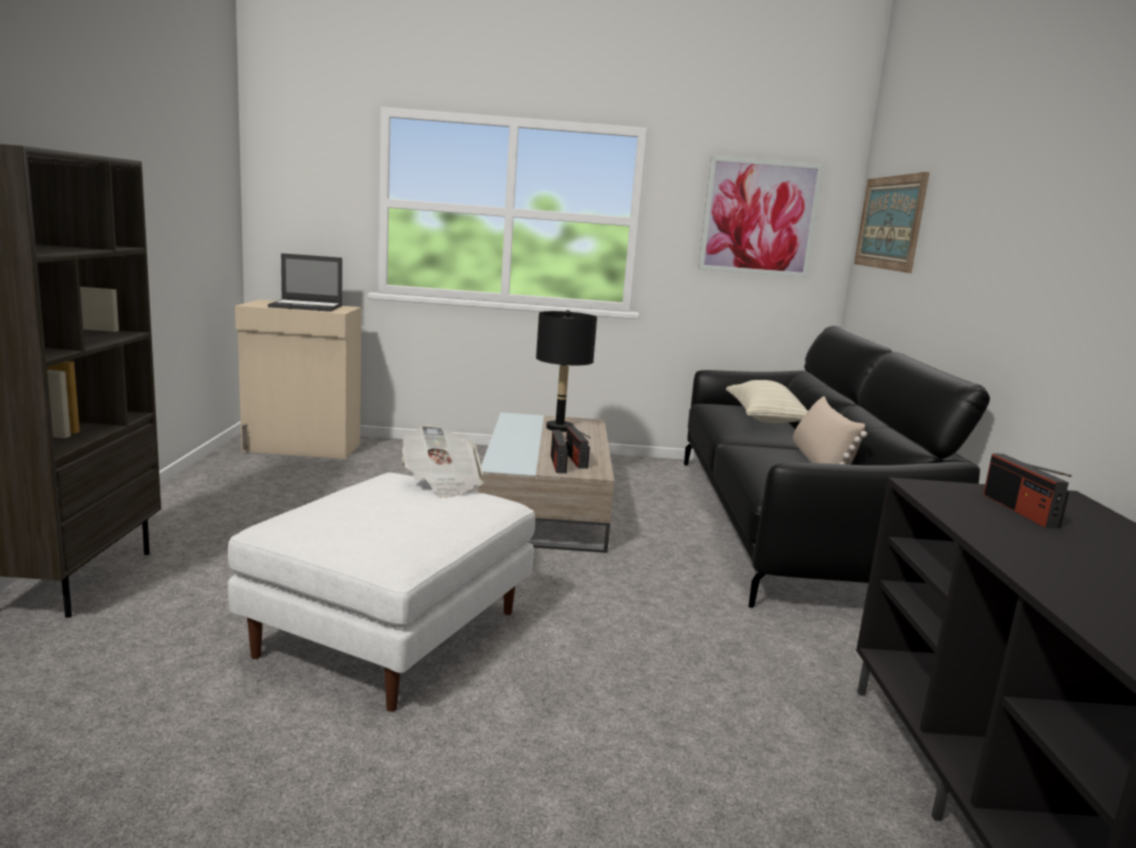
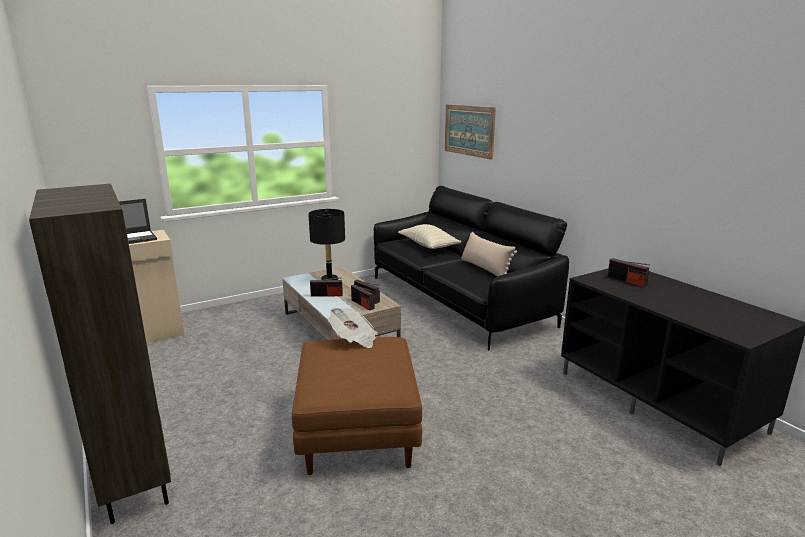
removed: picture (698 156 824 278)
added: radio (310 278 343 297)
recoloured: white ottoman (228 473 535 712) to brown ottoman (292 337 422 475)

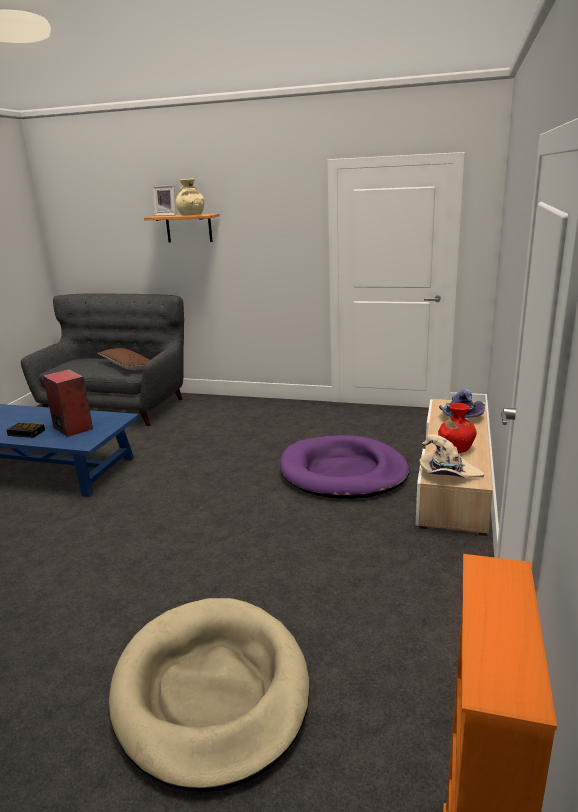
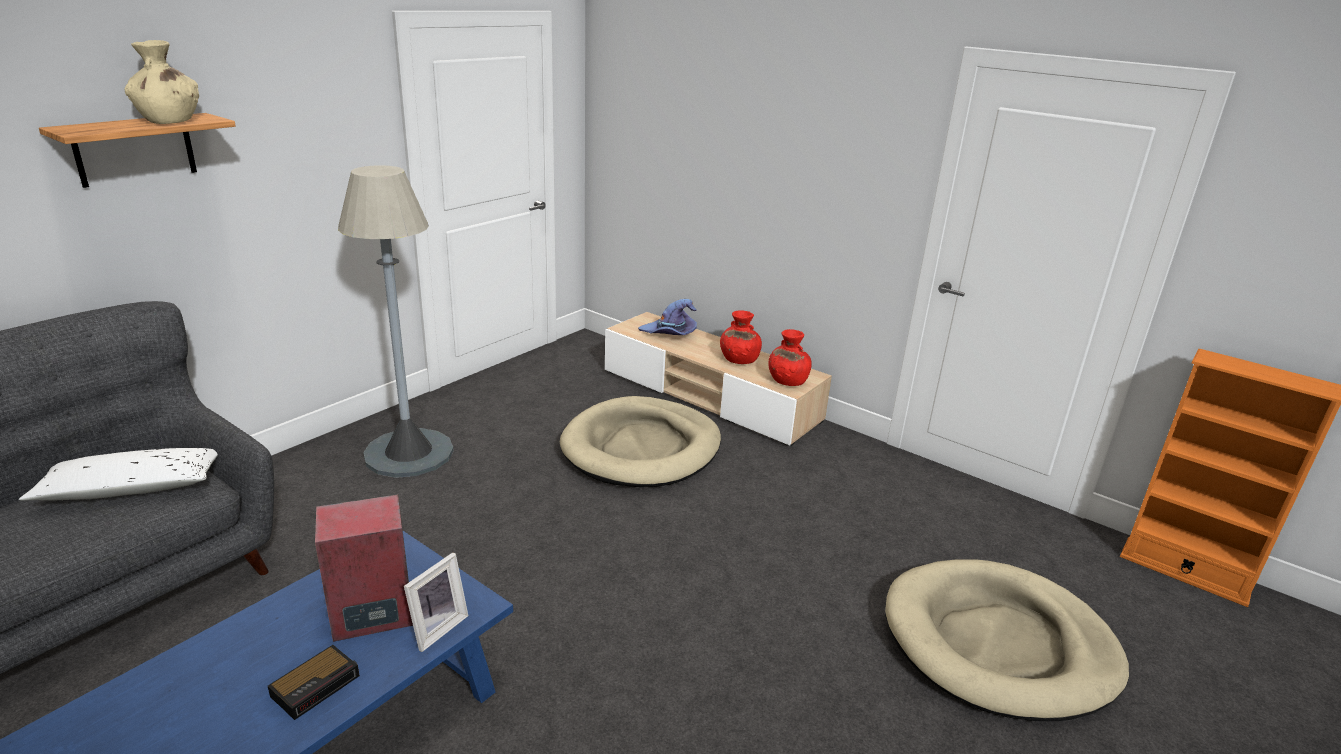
added: grey floor lamp (338 165 454 478)
moved: picture frame (152 185 176 216) to (404 552 469 652)
replaced: beige hat (419 434 484 478) to red vase (769 329 812 386)
recoloured: brown pillow (97 348 150 370) to white pillow (19 448 218 501); purple dog bed (280 435 409 499) to beige dog bed (560 396 721 487)

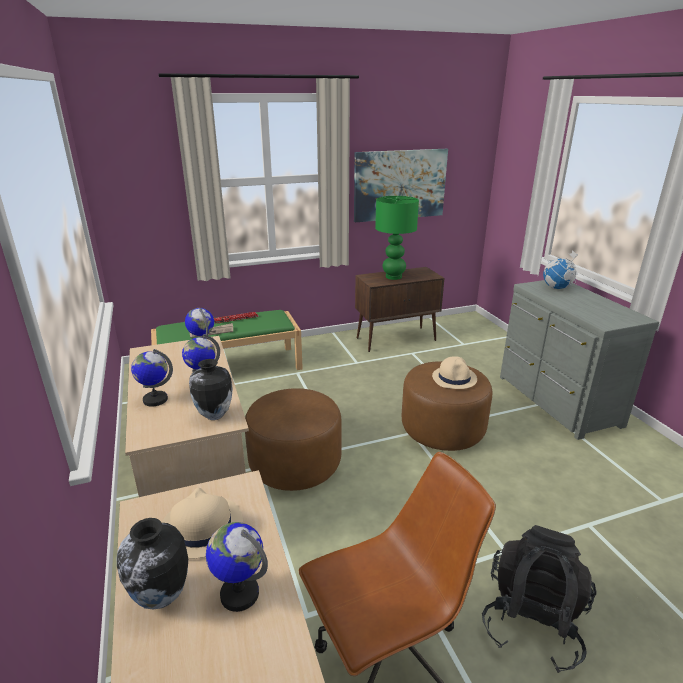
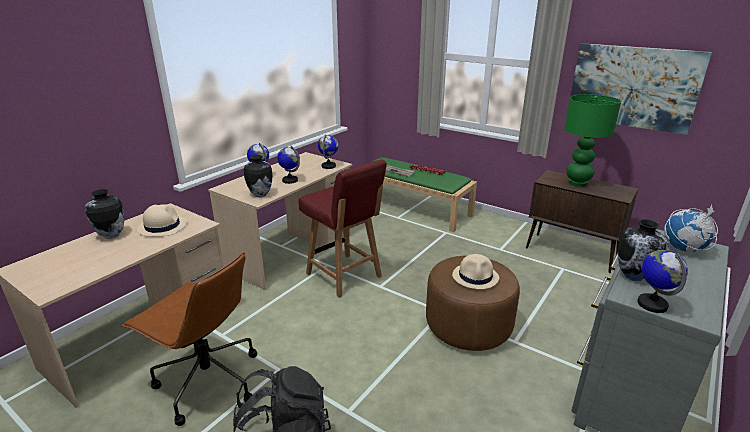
added: vase (618 219 668 281)
moved: globe (206 522 268 612) to (637 250 688 313)
replaced: brown ottoman (245 388 342 491) to red chair (298 160 387 298)

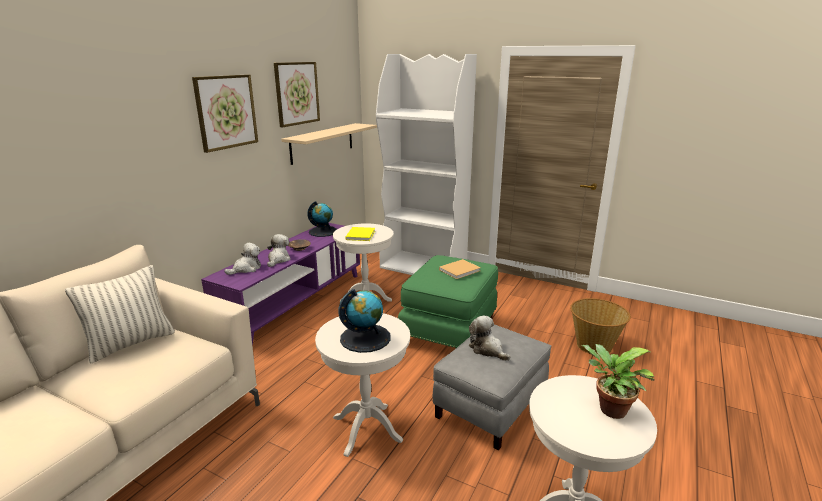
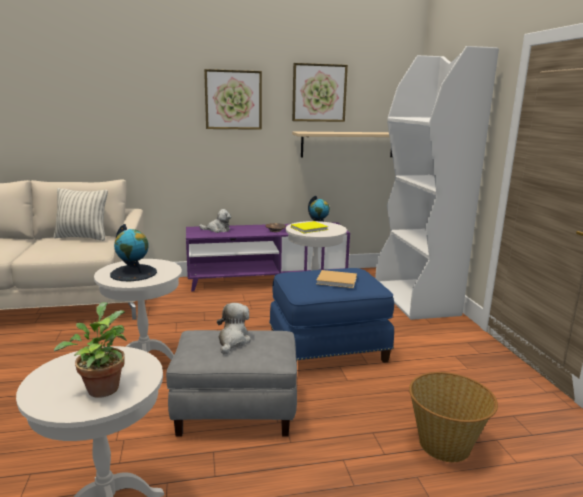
removed: plush toy (267 234 291 267)
recoloured: green ottoman (398 255 498 348) to blue ottoman (269 268 394 363)

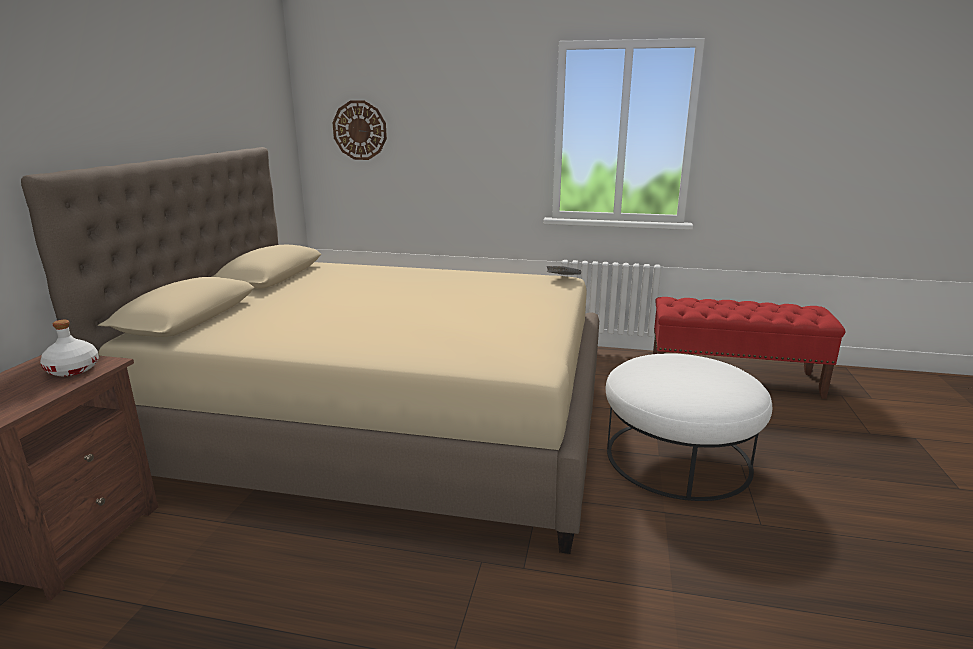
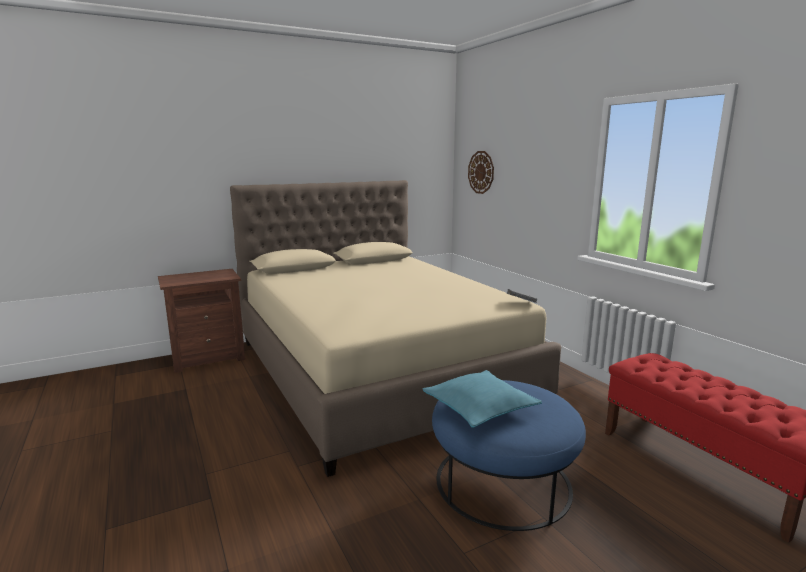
removed: white bottle (40 320 99 376)
added: turquoise pillow (423 370 542 428)
recoloured: white ottoman (606 353 772 501) to blue ottoman (432 380 586 531)

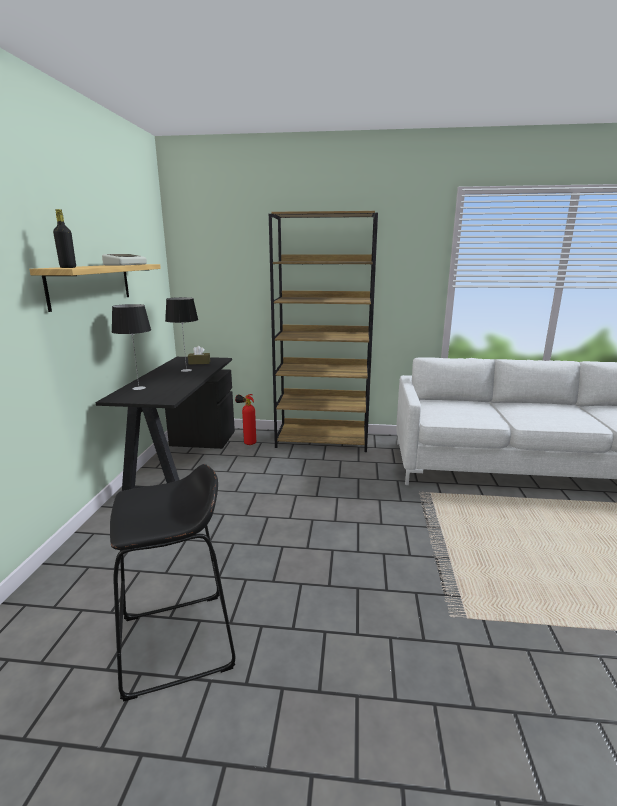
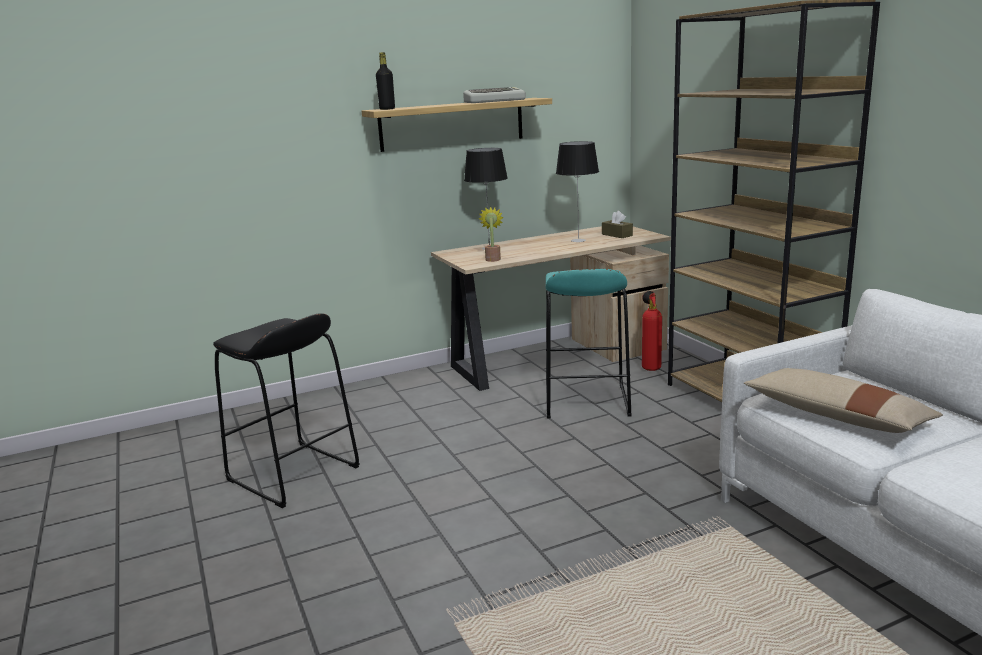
added: potted plant (478 207 504 262); turquoise stool (545 269 631 418); beige pillow (744 368 943 433)
recoloured: black desk (95 357 235 491) to beige desk (431 226 671 391)

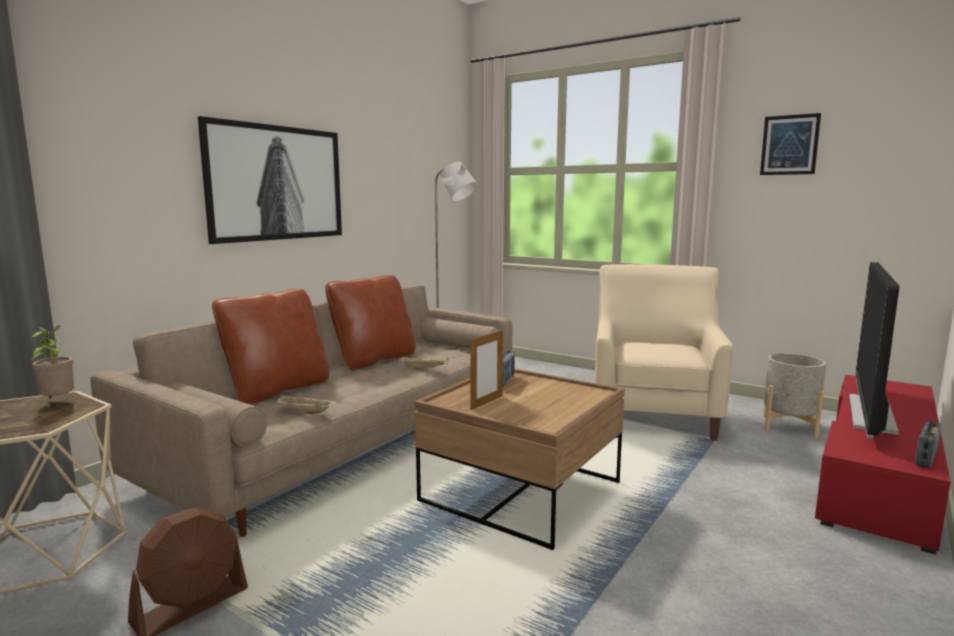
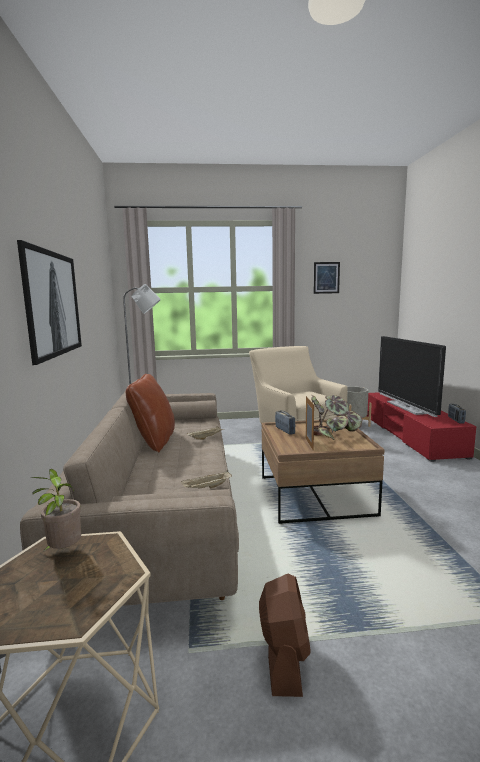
removed: brown pillow (212 288 329 404)
added: potted plant (311 395 362 440)

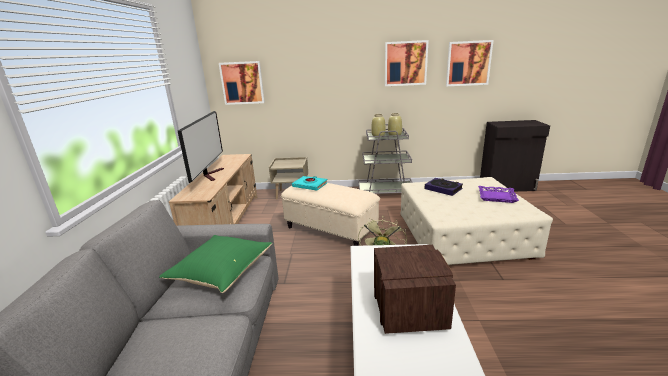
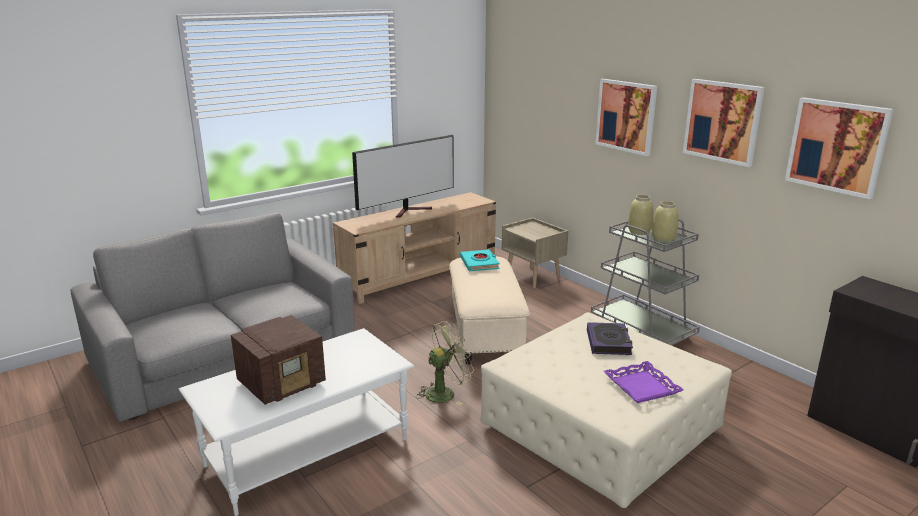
removed: green pillow (159 235 272 293)
moved: picture (219 61 265 105) to (595 79 657 156)

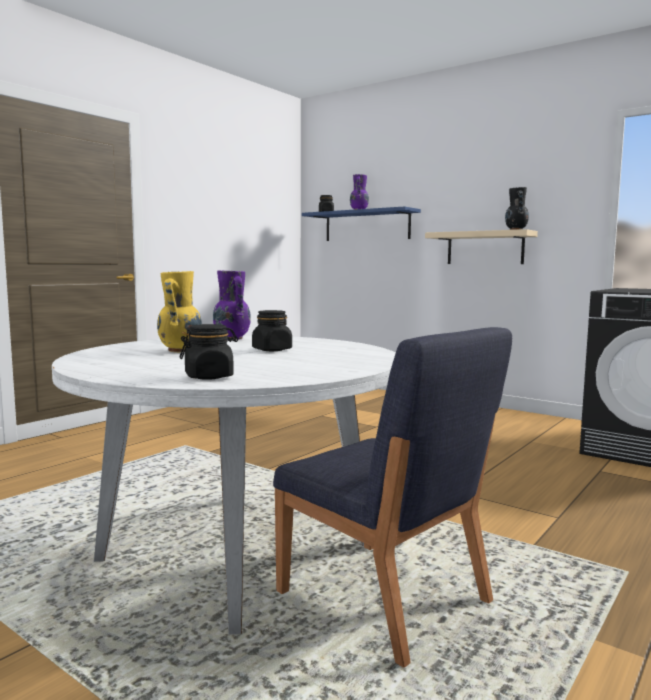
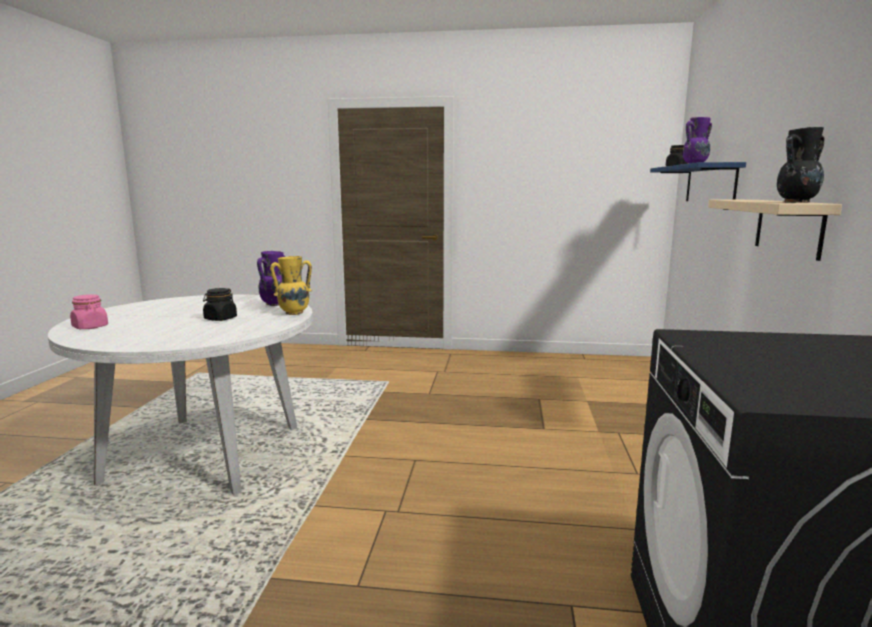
removed: blue chair (273 327 512 668)
moved: yellow vase (157 271 202 352) to (270 256 312 315)
recoloured: black jar (179 324 238 380) to pink jar (70 294 108 329)

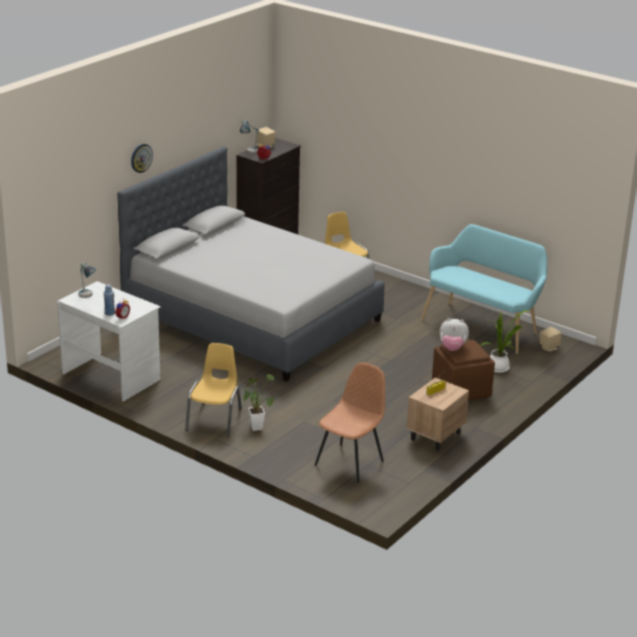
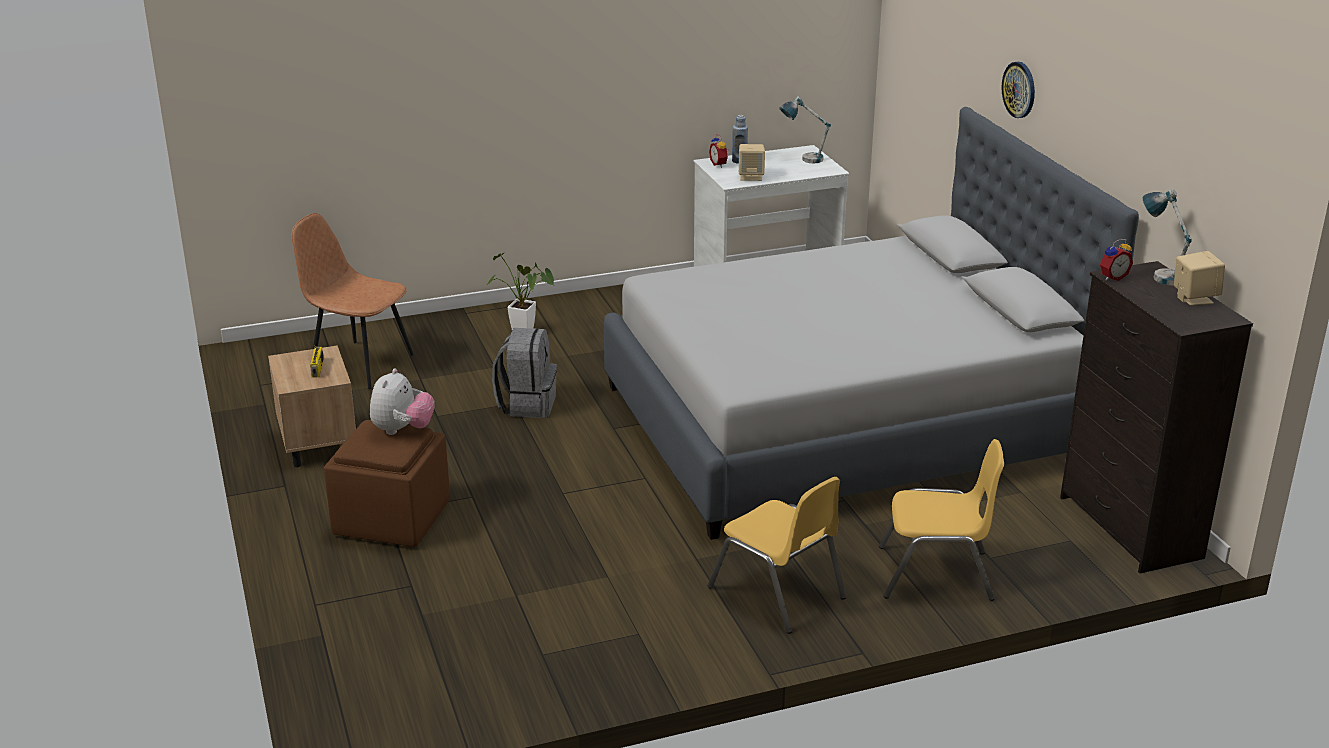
removed: turquoise bench (421 224 547 354); potted plant (480 310 530 373)
added: grey backpack (492 328 557 418)
moved: yellow chair (185 343 242 437) to (708 477 846 634); beige speaker (540 327 561 352) to (739 144 765 181)
turned: brown chair (315 362 385 483) = (292 213 414 389) 135 degrees clockwise; plush toy (440 318 469 351) = (370 369 435 435) 150 degrees clockwise

